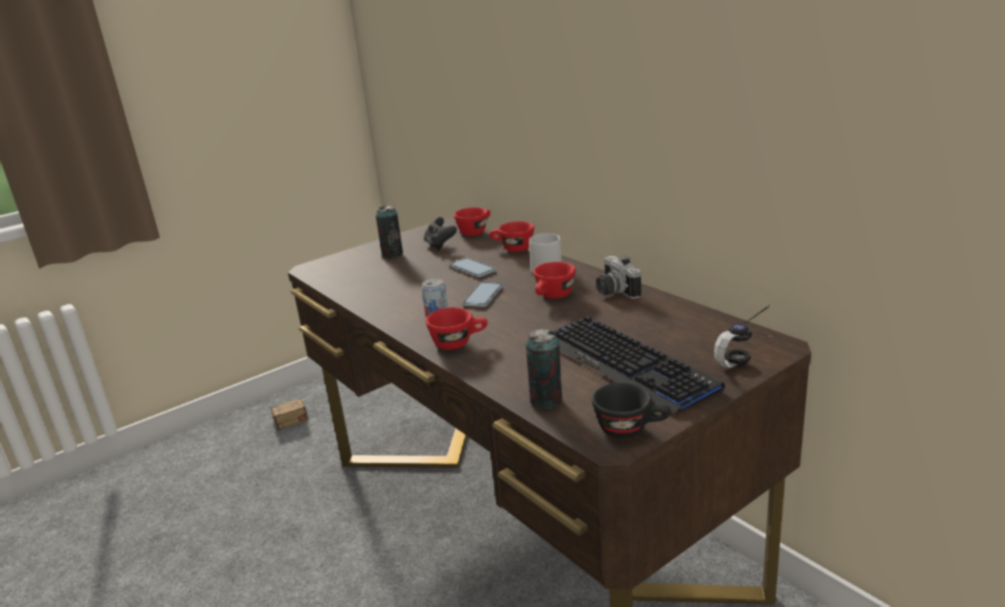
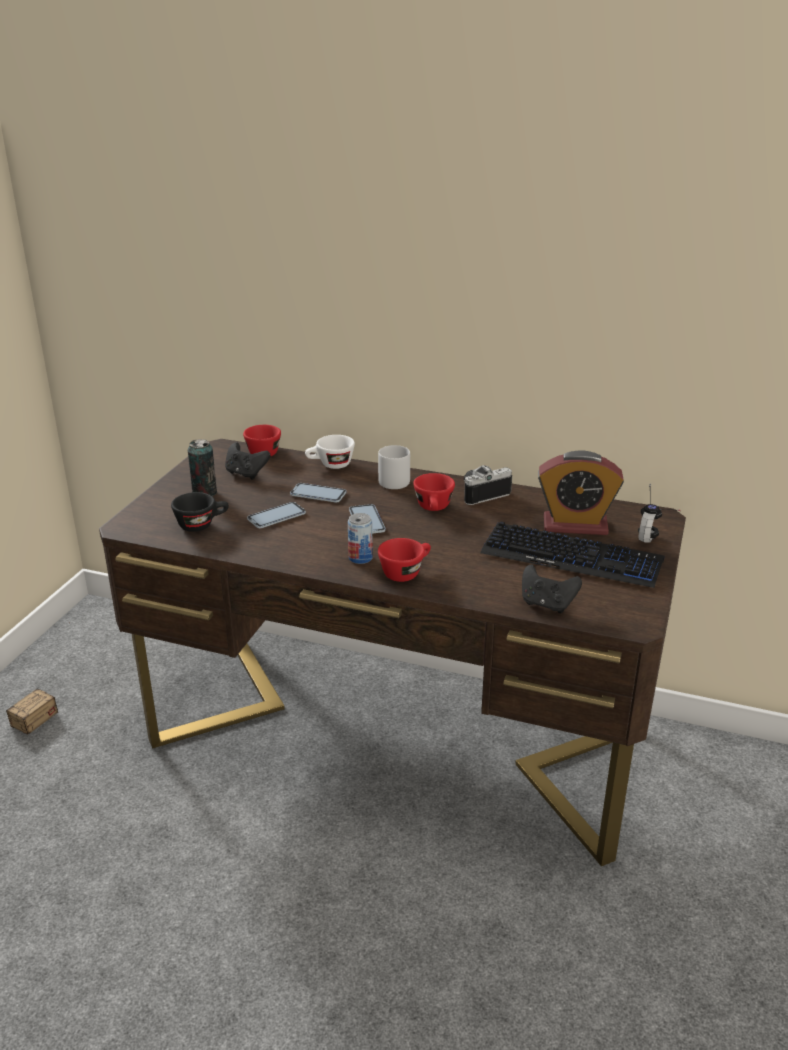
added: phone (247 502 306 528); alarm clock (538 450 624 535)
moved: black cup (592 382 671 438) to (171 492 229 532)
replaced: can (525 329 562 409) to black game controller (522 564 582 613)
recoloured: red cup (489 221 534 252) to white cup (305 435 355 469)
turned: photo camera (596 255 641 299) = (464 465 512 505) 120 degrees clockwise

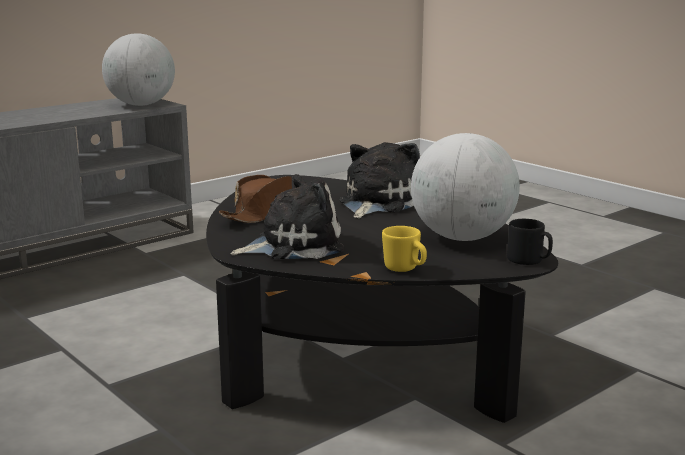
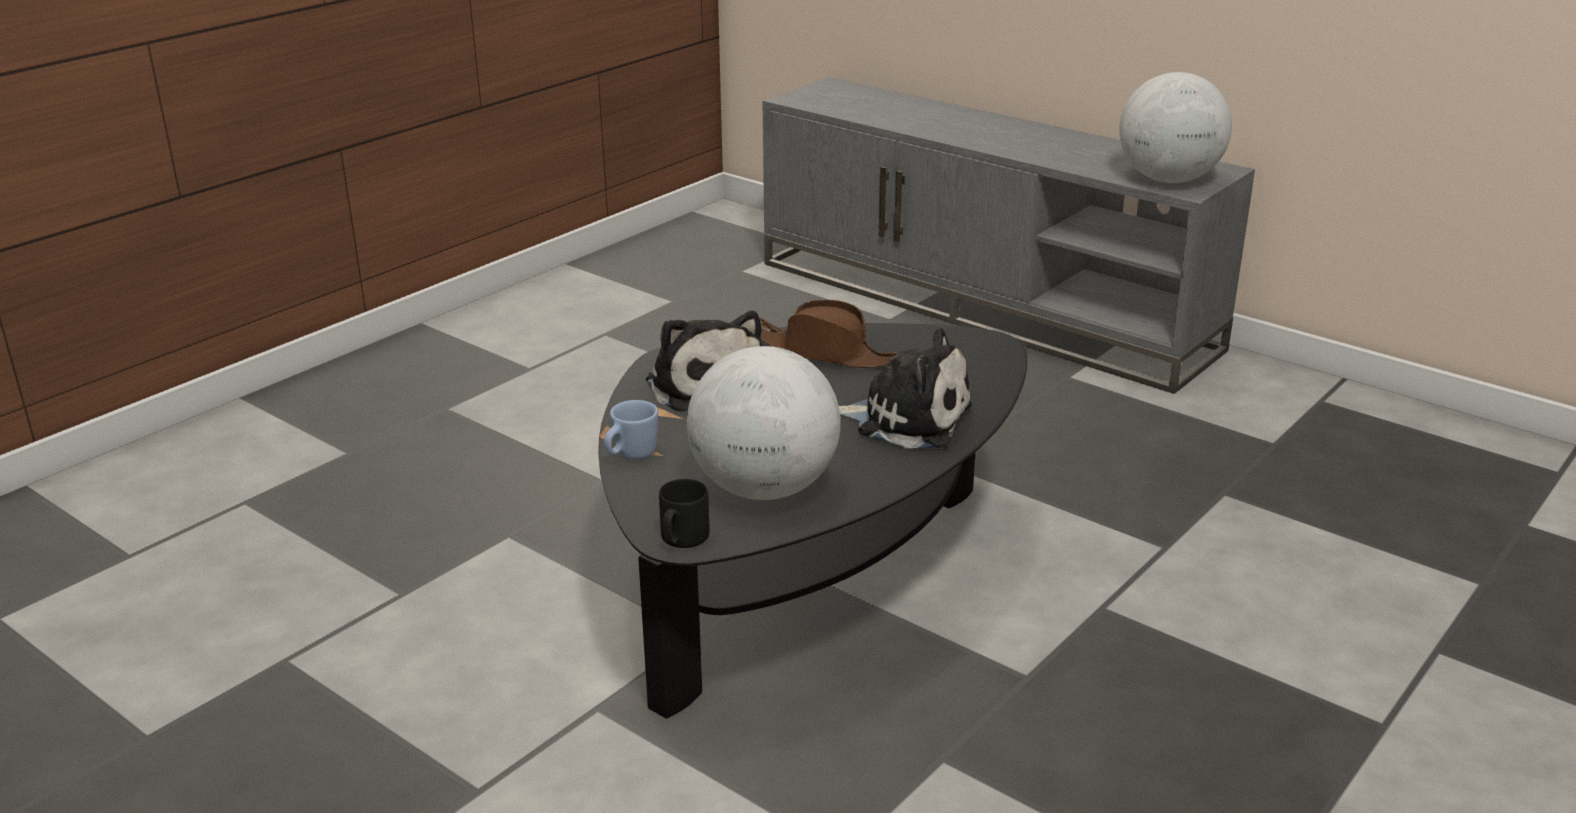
recoloured: yellow mug (382 226 427 272) to blue mug (604 400 658 460)

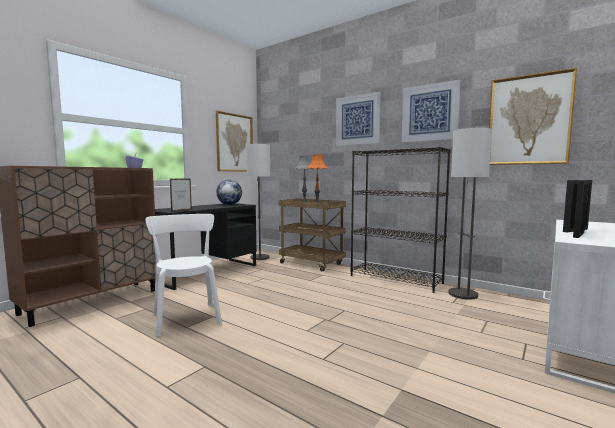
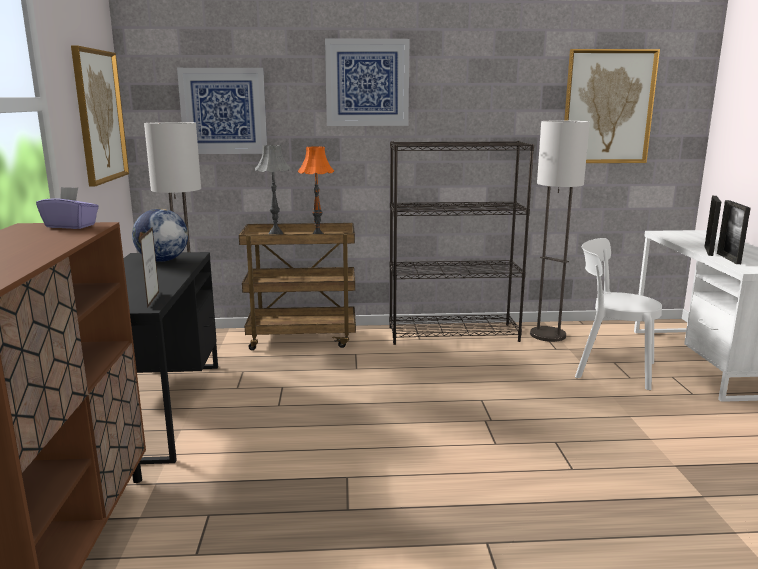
moved: white chair (146 214 222 337) to (575 238 662 390); picture (402 79 461 142) to (177 68 267 154)

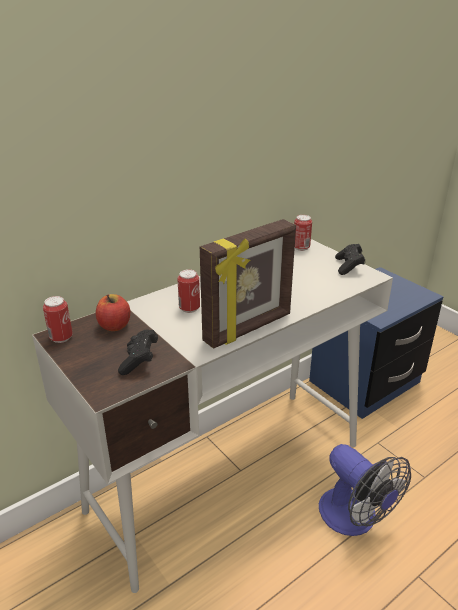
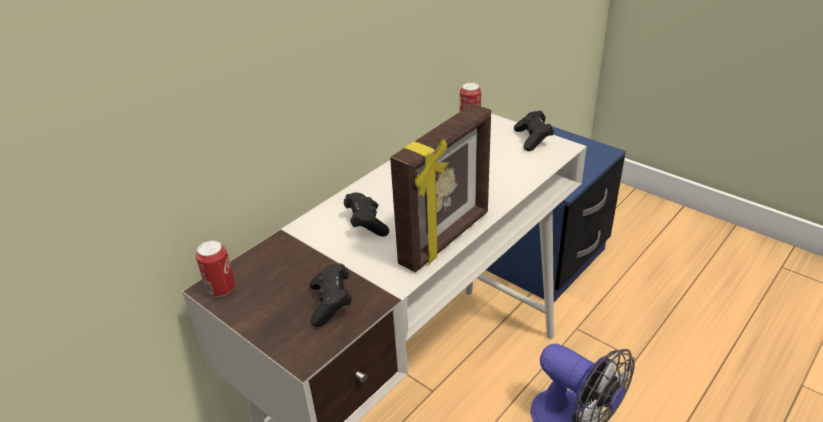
removed: apple (96 294 130 331)
replaced: can (177 269 200 313) to black game controller (344 192 389 236)

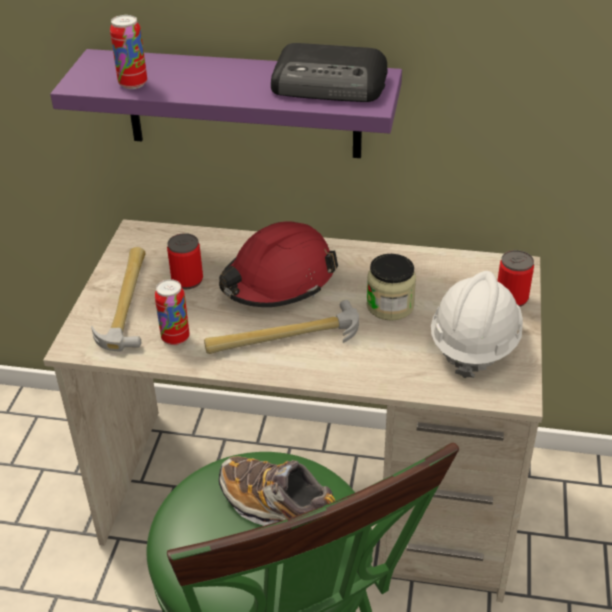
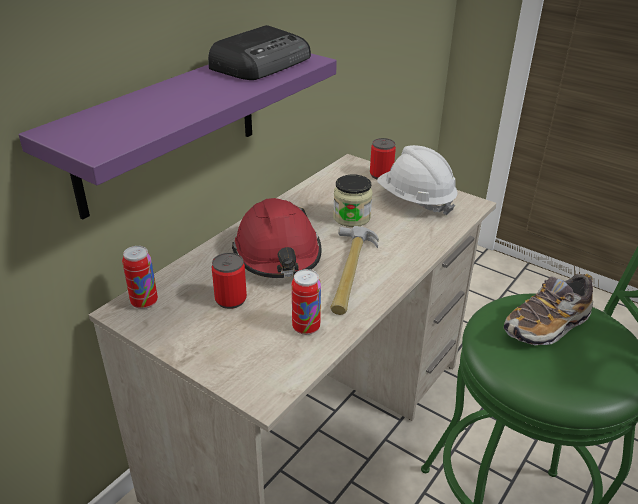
removed: hammer (91 247 146 352)
moved: can (110 15 147 89) to (122 246 158 309)

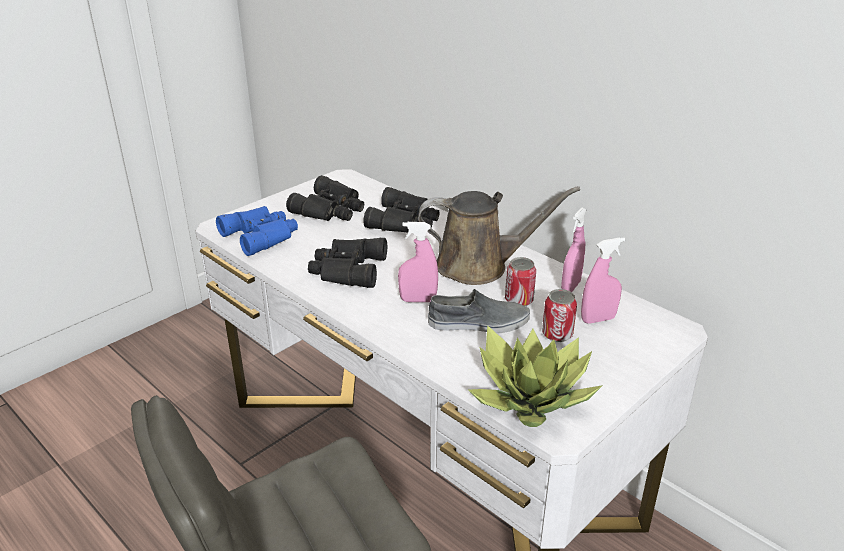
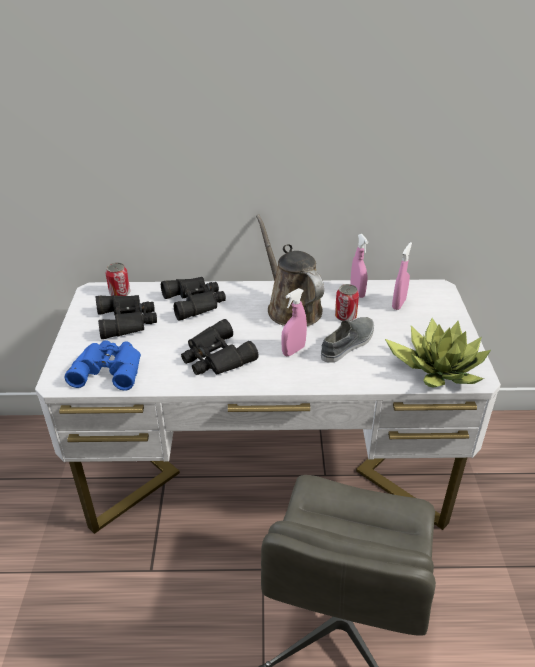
moved: can (542 289 577 342) to (105 262 130 296)
turned: brown watering can (418 186 580 285) = (256 214 324 326) 75 degrees counterclockwise

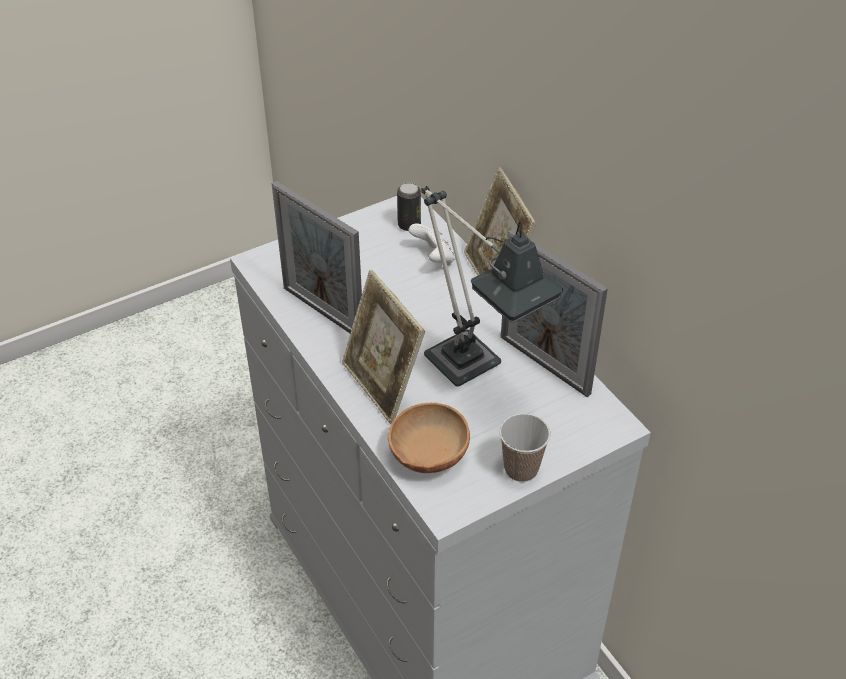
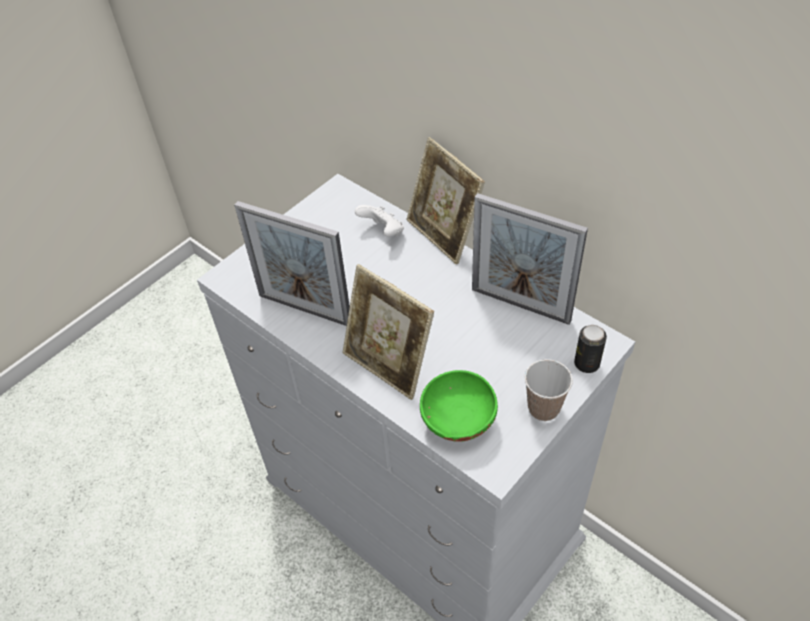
removed: table lamp (421 186 563 386)
moved: can (397 183 421 231) to (574 325 607 373)
recoloured: brown bowl (388 403 470 473) to green bowl (420 370 498 442)

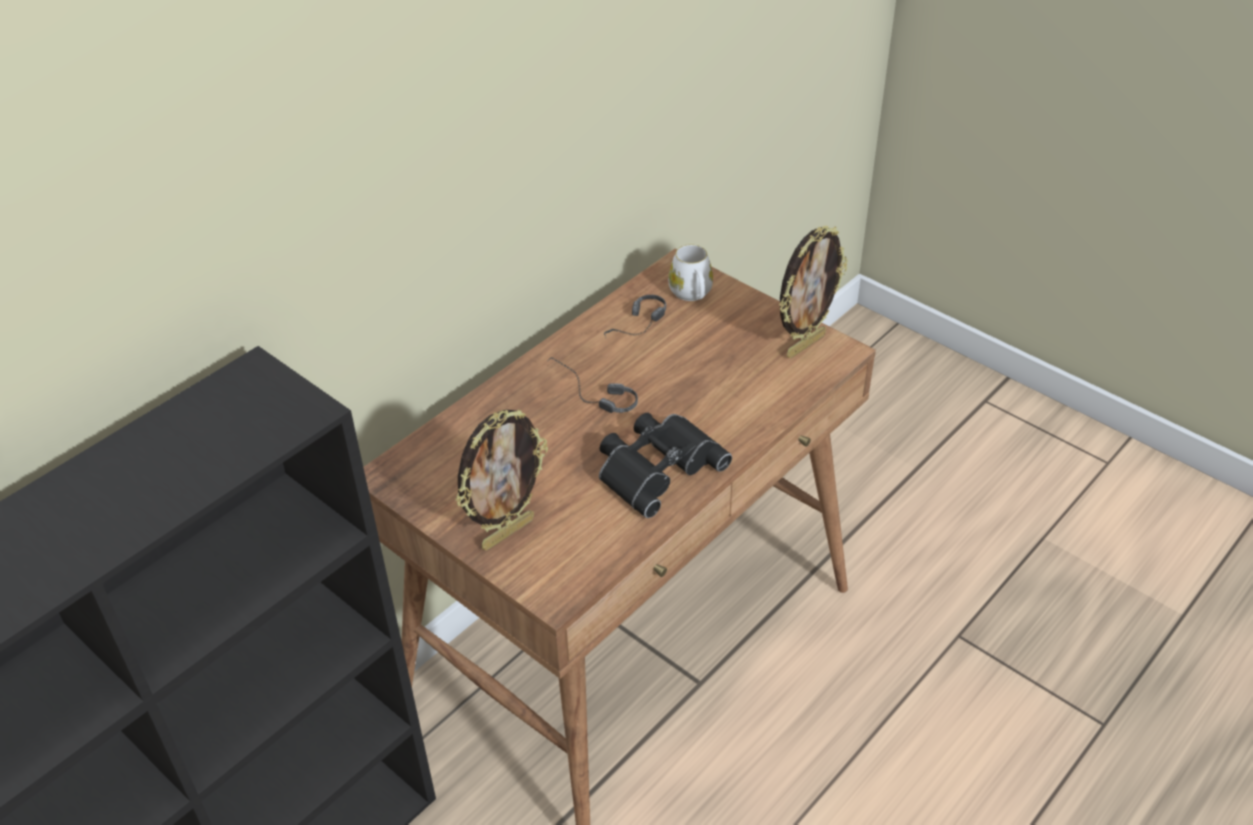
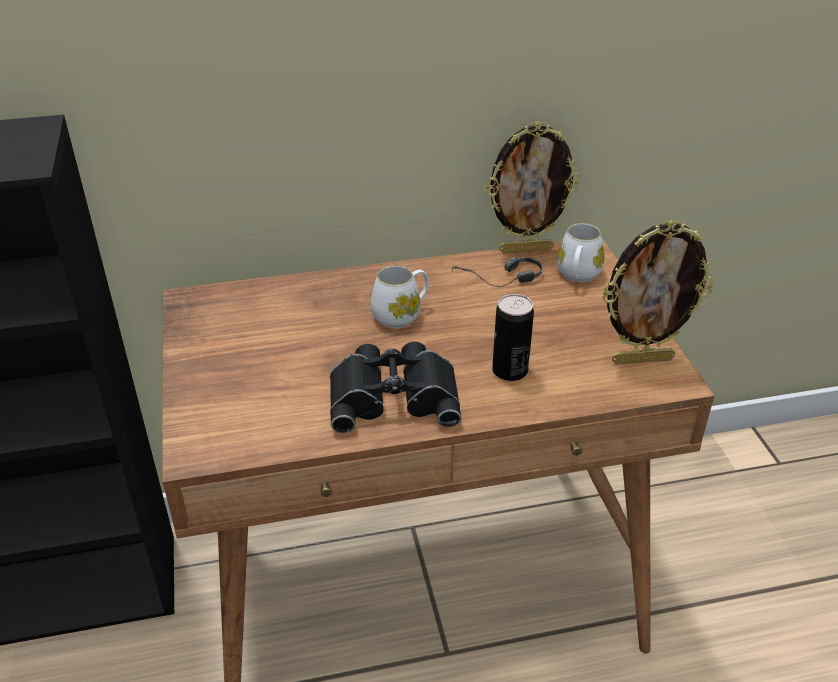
added: can (492 294 534 381)
moved: picture frame (455 409 548 550) to (485 122 580 253)
replaced: headphones (547 357 638 413) to white mug (371 265 429 328)

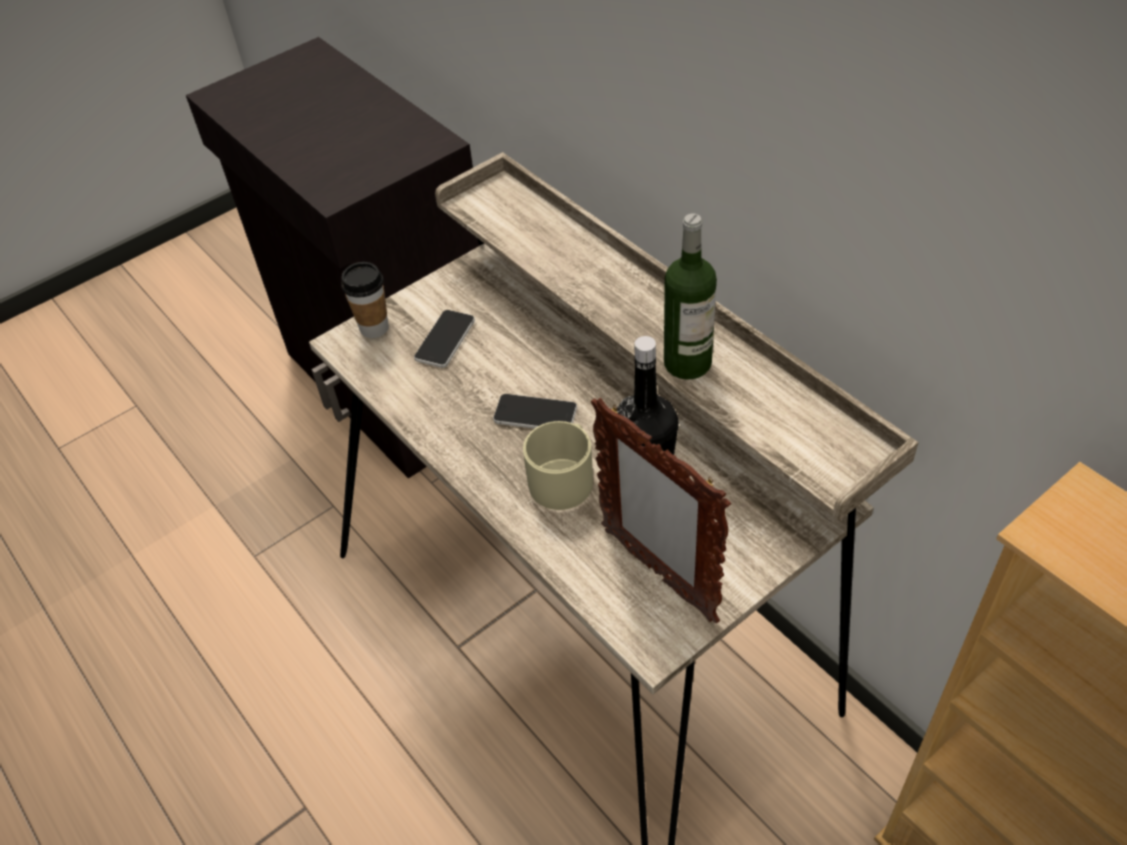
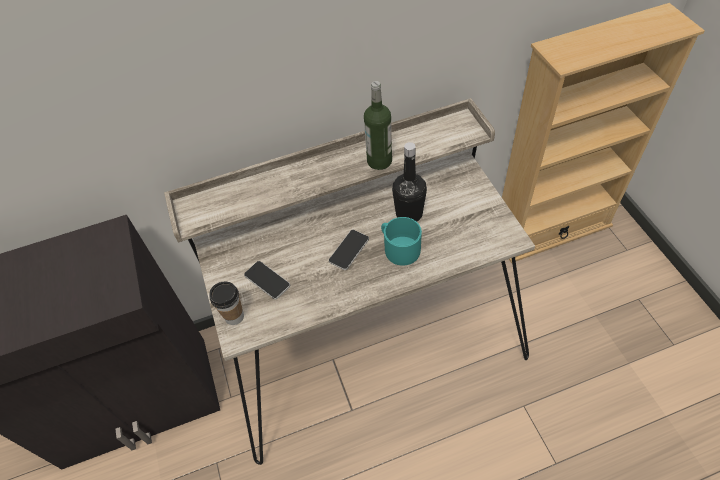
removed: picture frame (591 398 731 624)
recoloured: beige mug (523 421 593 510) to turquoise mug (381 217 422 266)

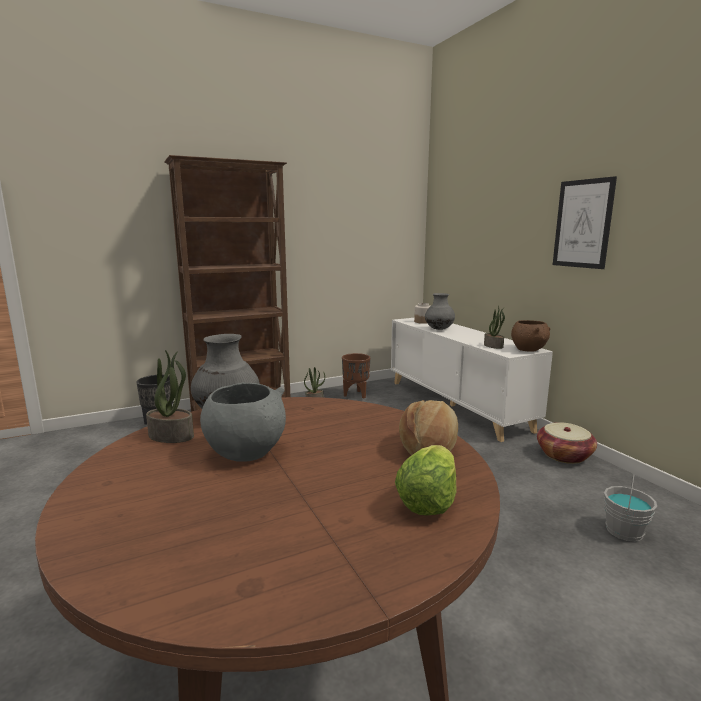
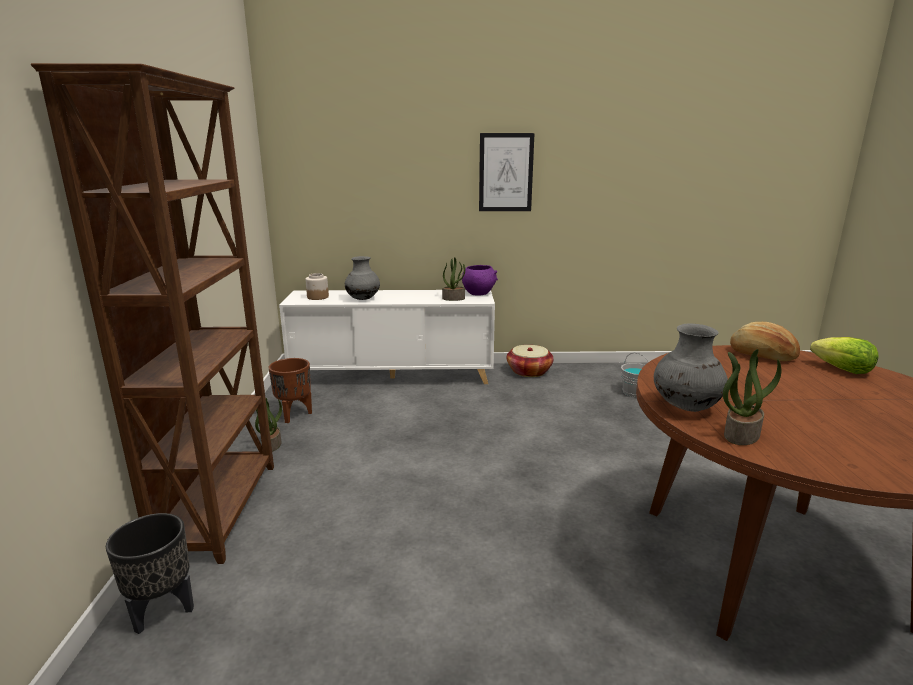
removed: grey bowl (200 382 286 462)
recoloured: brown bowl (511 320 550 351) to purple bowl (462 265 498 296)

